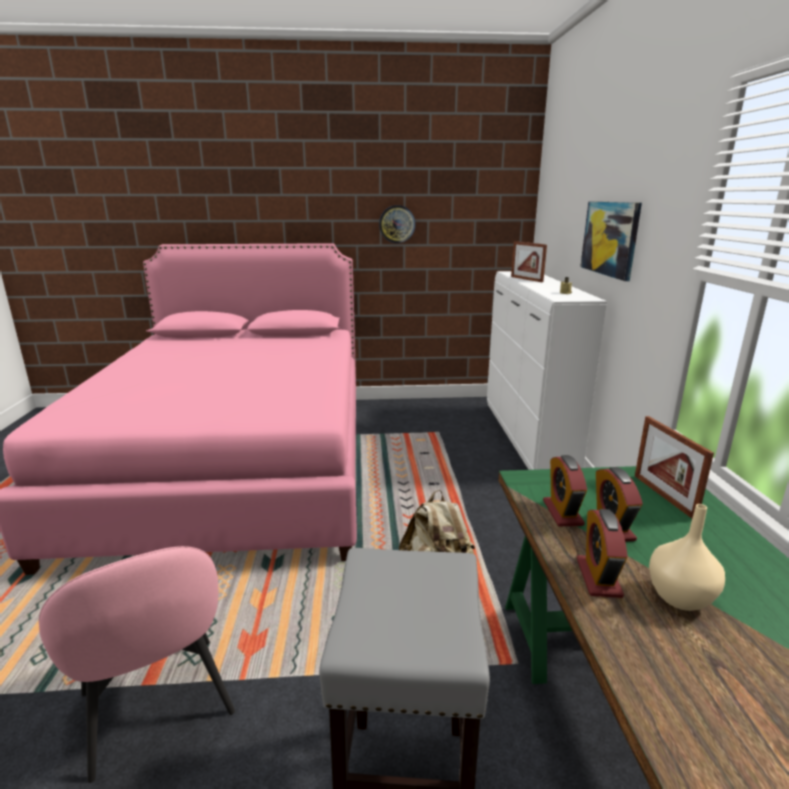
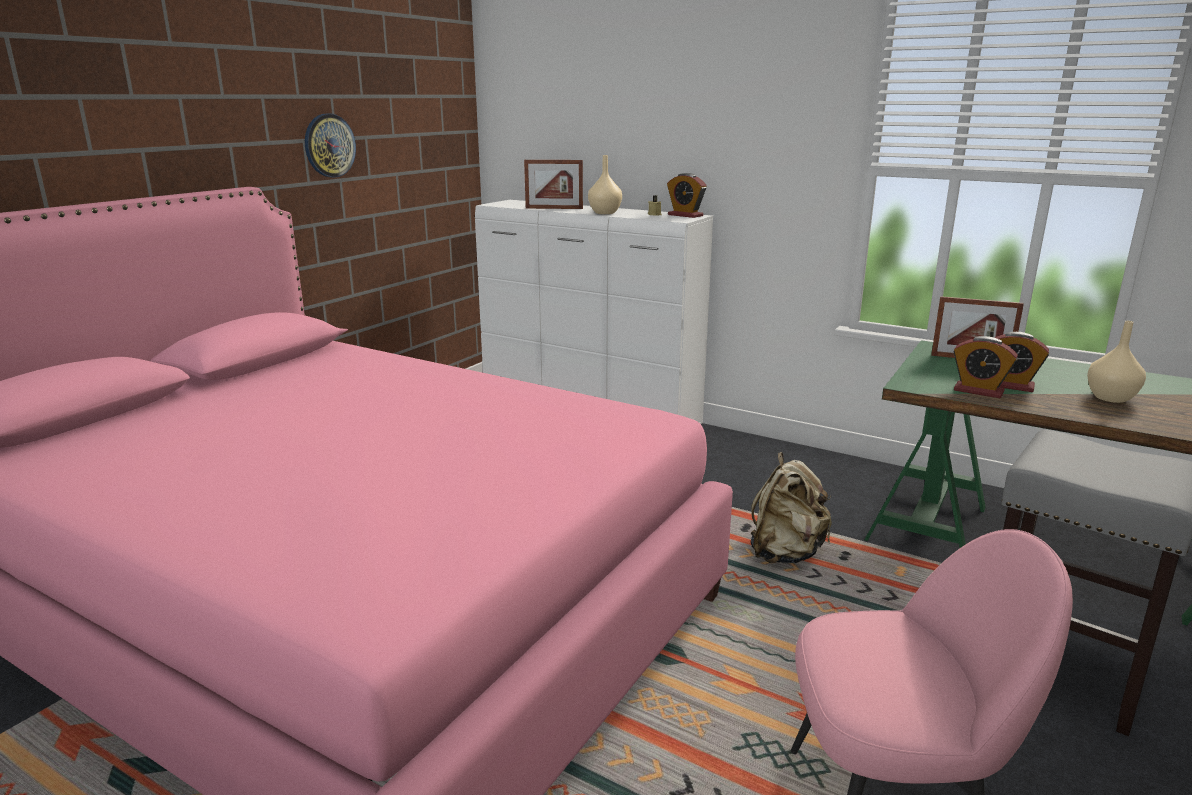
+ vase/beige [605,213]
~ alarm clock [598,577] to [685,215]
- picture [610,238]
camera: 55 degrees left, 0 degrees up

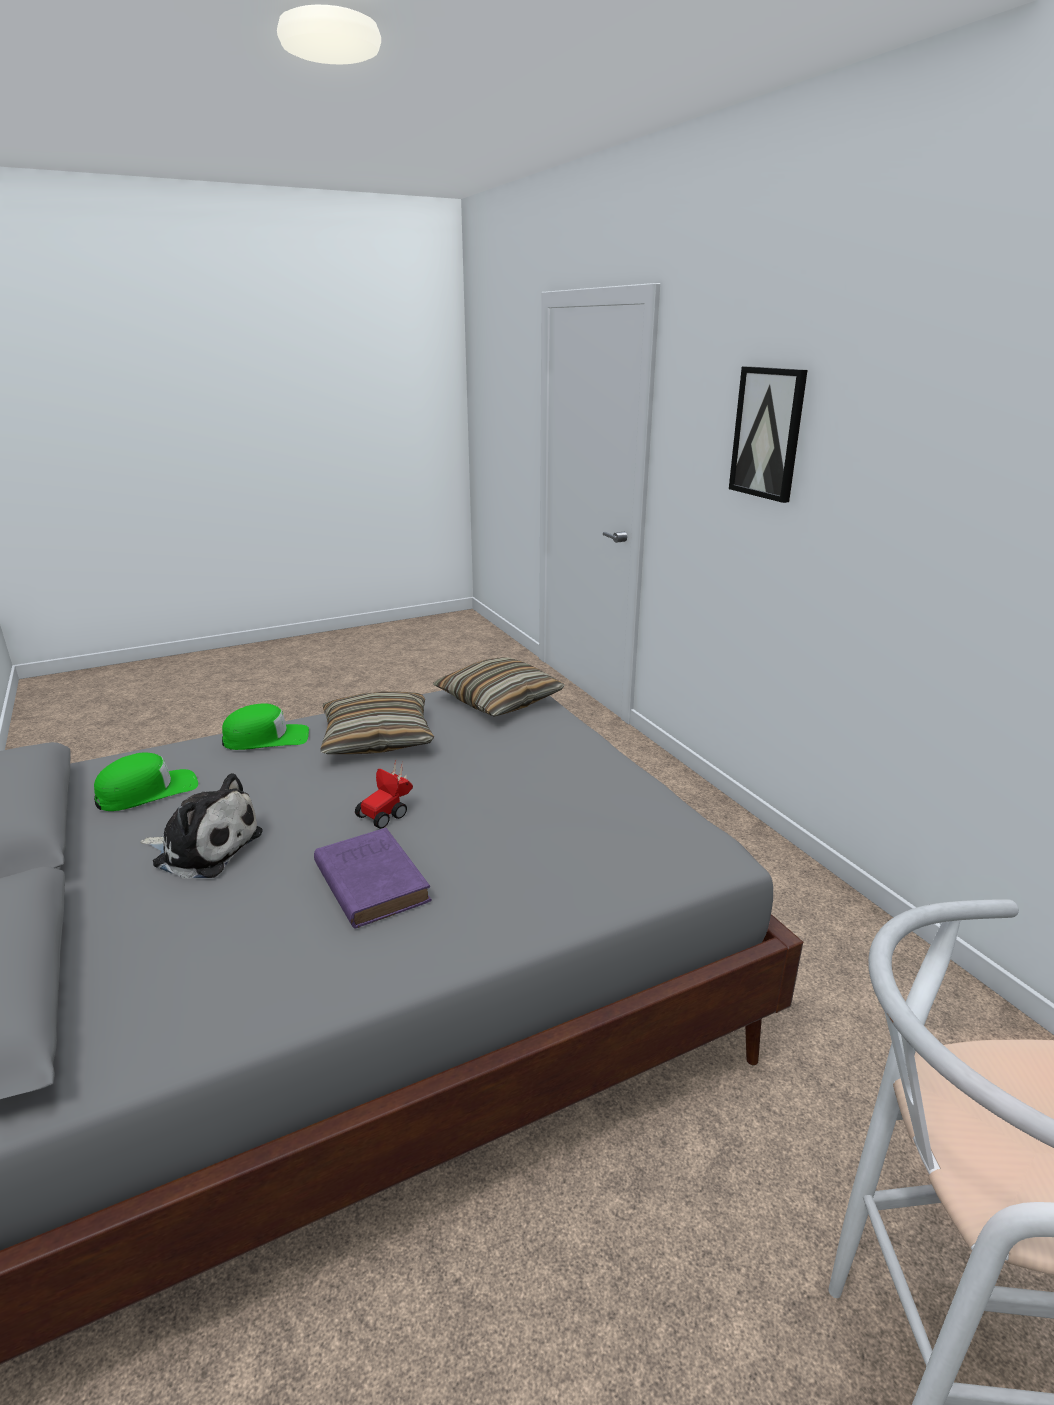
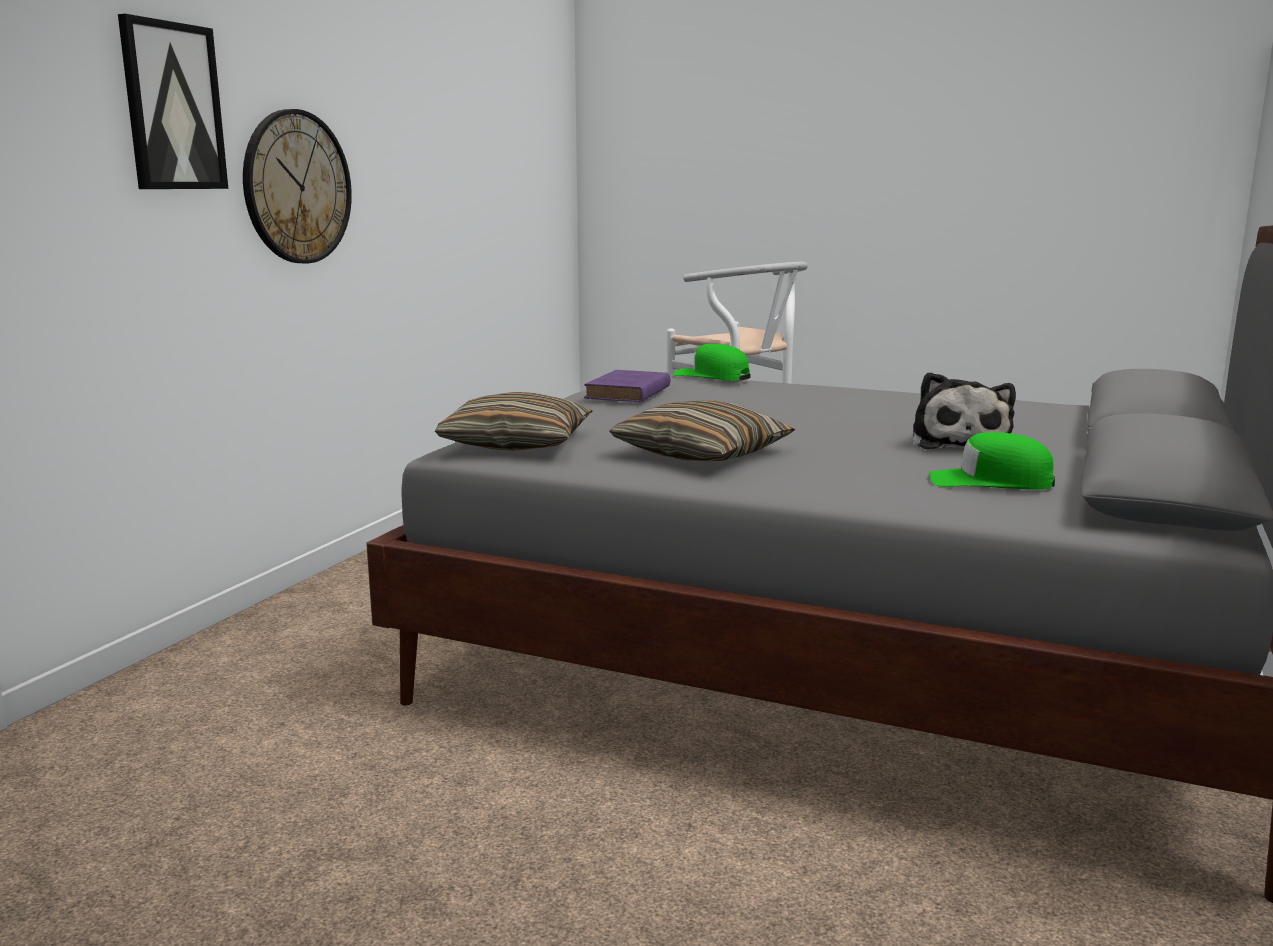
+ wall clock [297,187]
~ book/purple [370,881] to [627,393]
~ cap/green [266,738] to [712,376]
~ plush toy [204,848] = [959,443] 150 degrees counterclockwise
- toy car [388,813]
camera: 130 degrees left, 10 degrees down

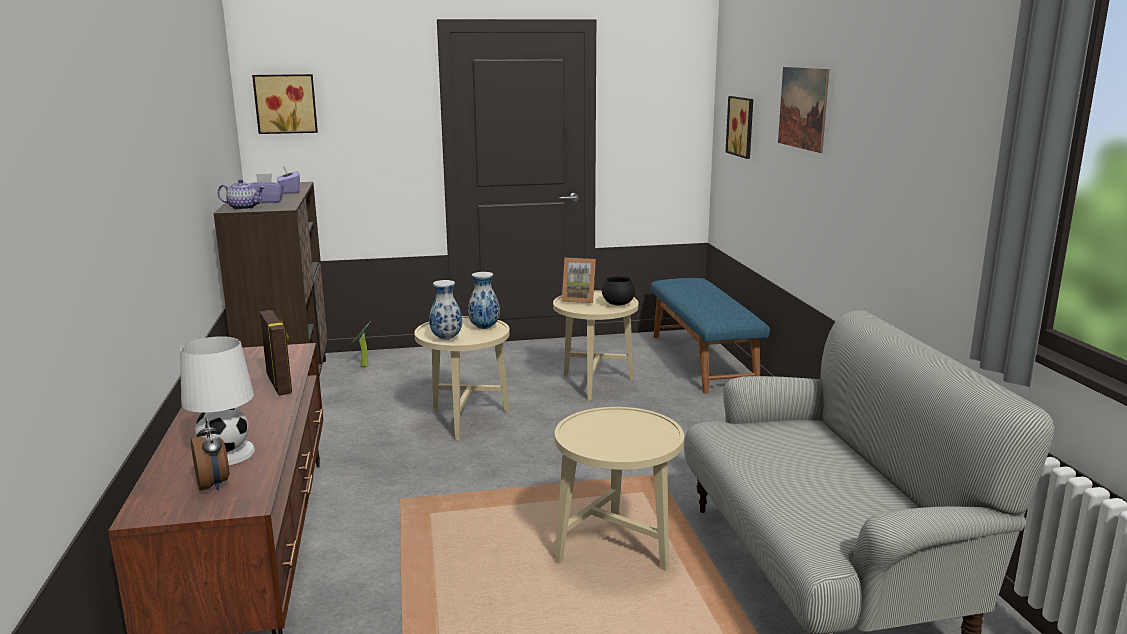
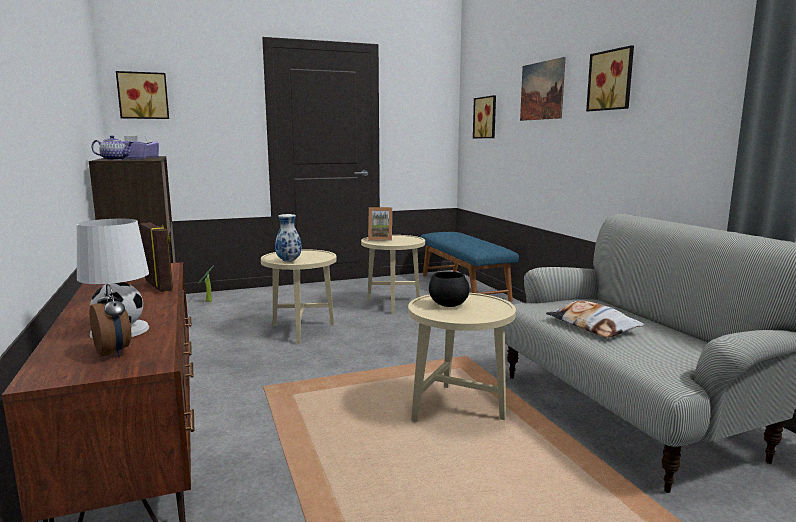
~ bowl/black [618,304] to [449,305]
+ pillow [592,326]
+ picture [612,80]
- vase [484,328]
camera: 10 degrees left, 5 degrees down

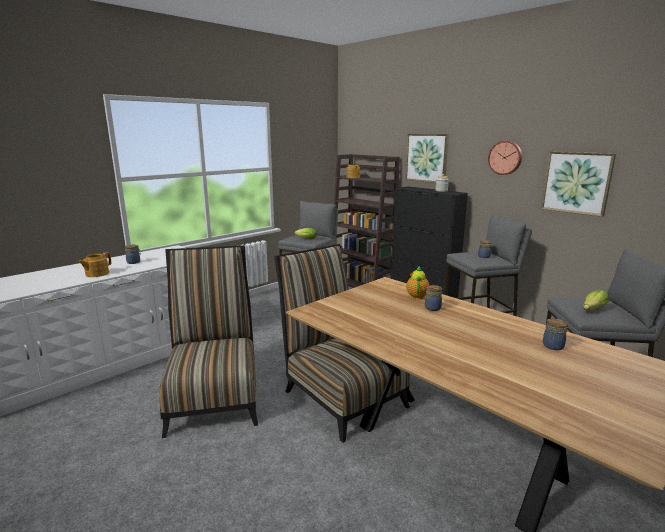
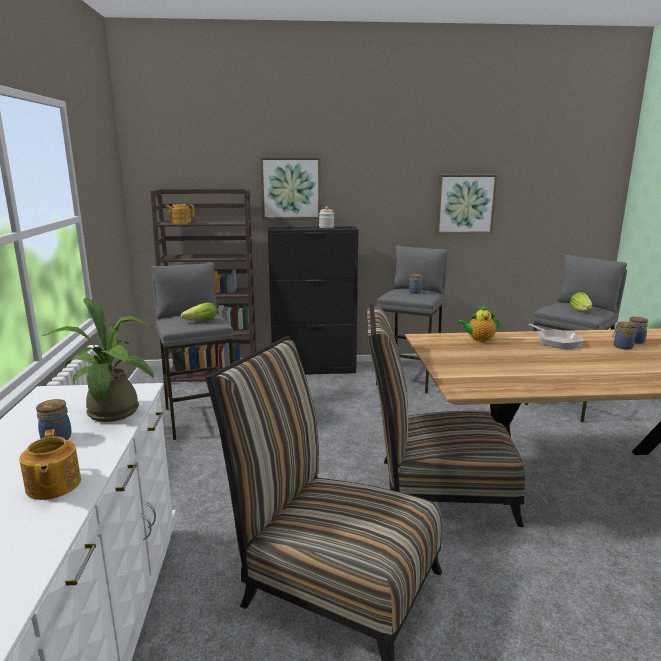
+ potted plant [113,415]
~ teapot [417,296] = [478,340] 60 degrees counterclockwise
+ frying pan [556,341]
~ jar [432,308] to [622,347]
- wall clock [505,157]
camera: 50 degrees left, 0 degrees up

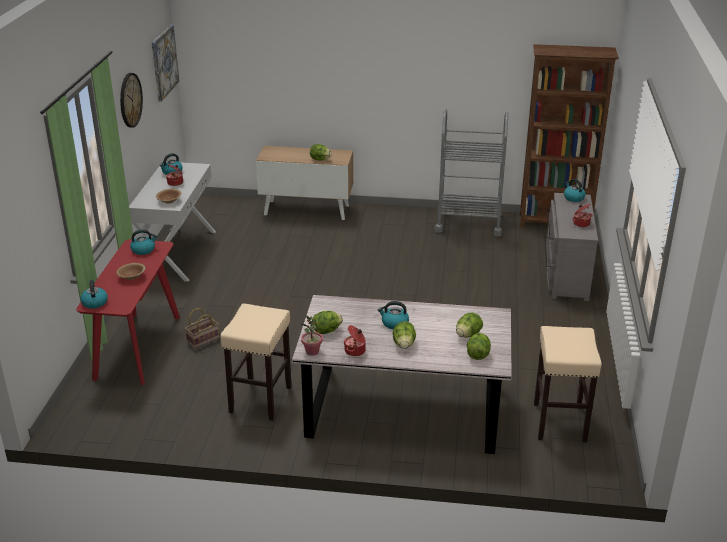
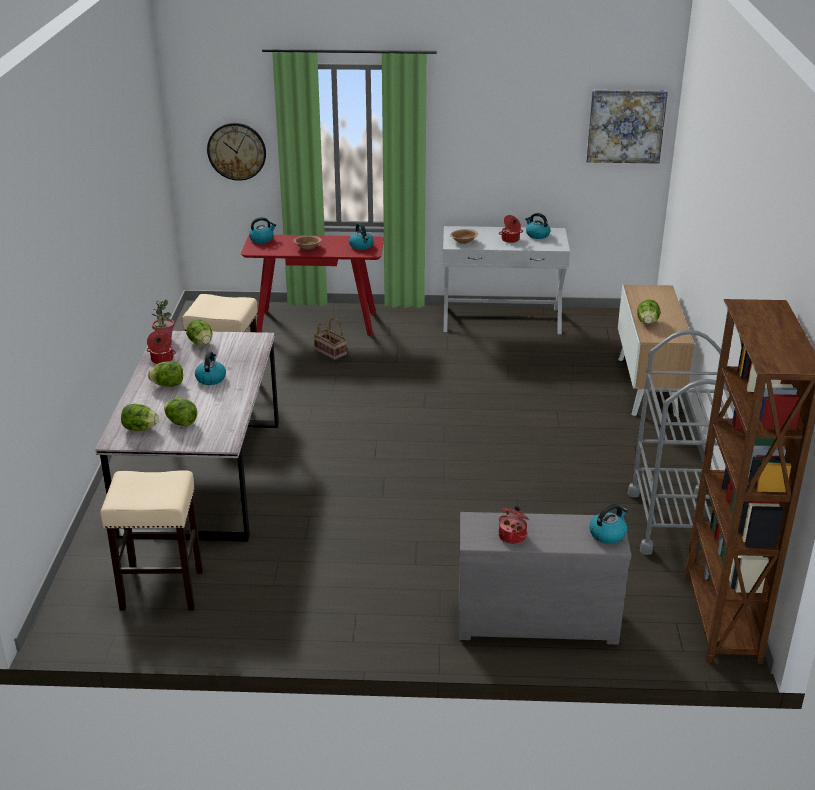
~ wall clock [130,100] to [236,151]
camera: 85 degrees right, 0 degrees up

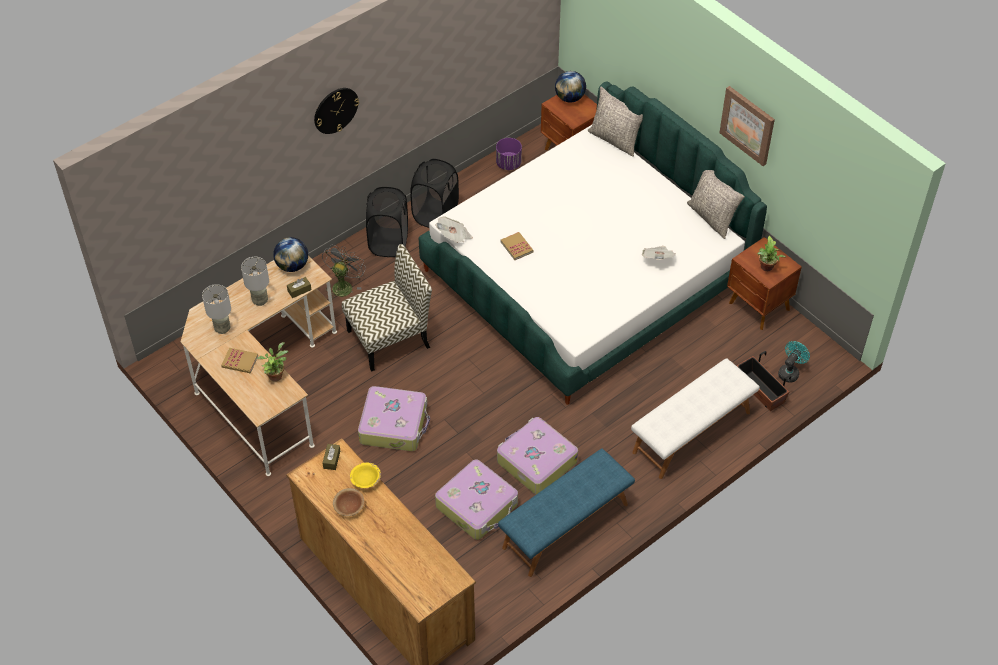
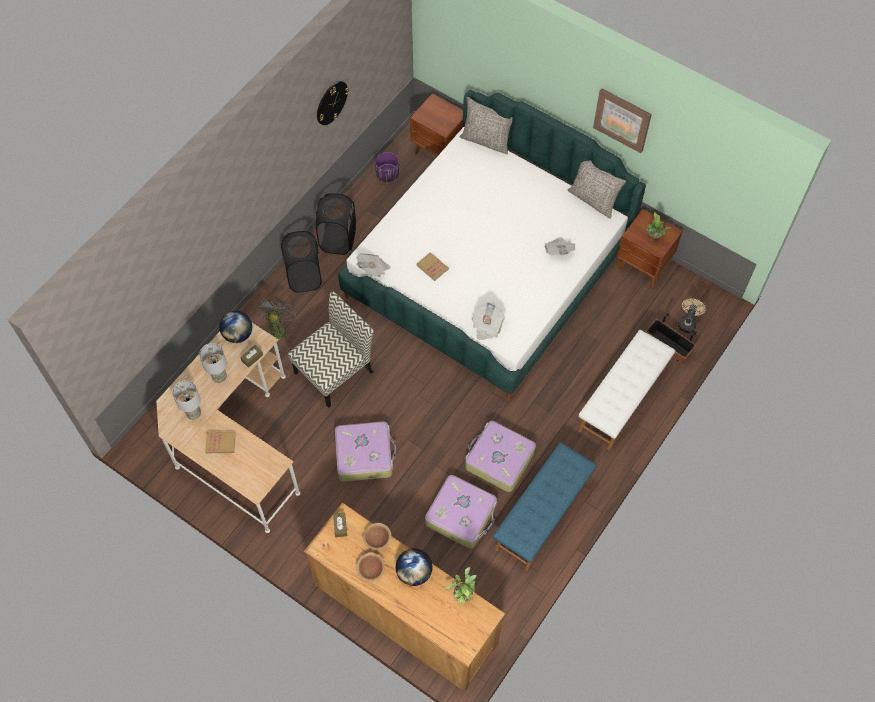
~ wall clock [335,110] to [331,102]
~ bowl/yellow [365,480] to bowl/brown [377,539]
~ globe [570,98] to [414,572]
~ potted plant [276,375] to [462,594]
+ newspaper [487,326]
~ fan/turquoise [790,372] to fan/beige [687,322]
camera: 15 degrees left, 10 degrees up

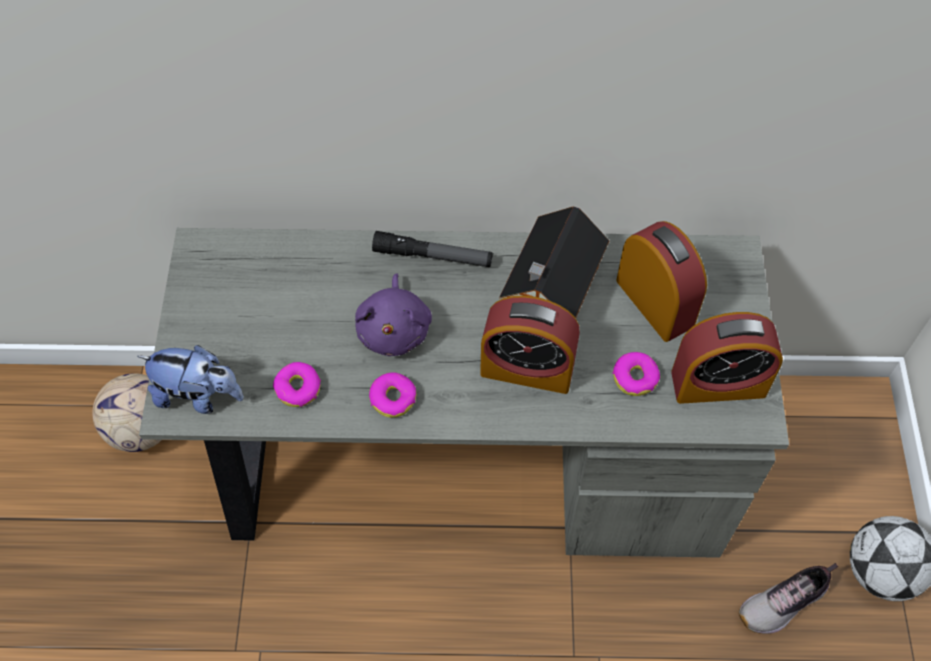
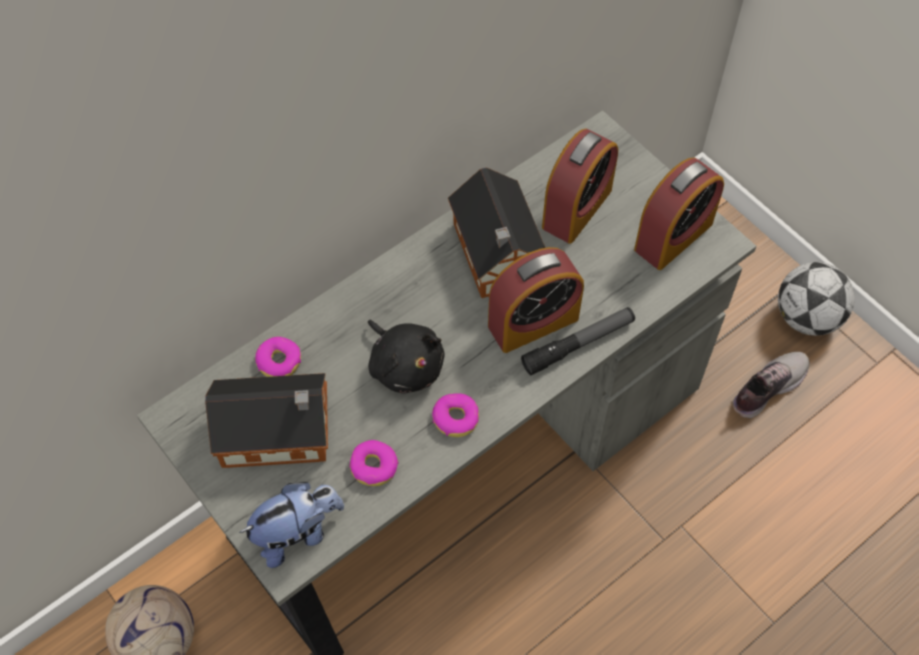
+ toy house [279,434]
~ donut [635,377] to [279,361]
~ plush toy/purple [394,329] to plush toy/black [405,365]
~ flashlight [432,256] to [578,344]
~ alarm clock [655,302] = [577,208] 105 degrees clockwise
~ shoe [783,603] = [766,388] 150 degrees counterclockwise
camera: 40 degrees left, 0 degrees up

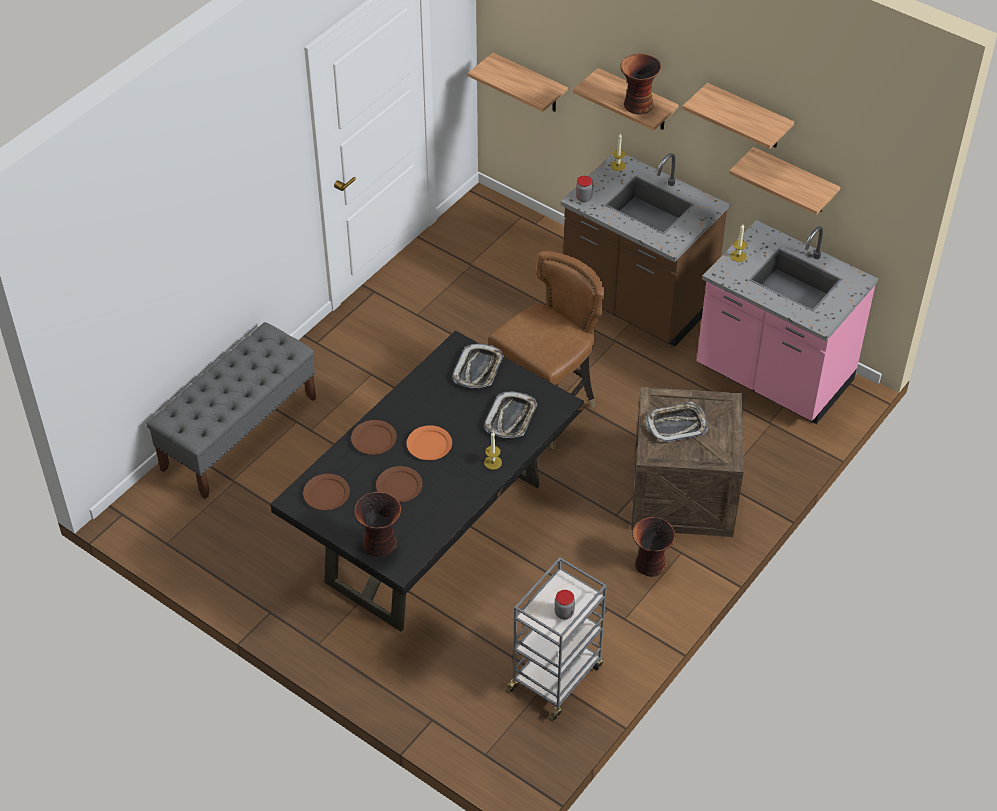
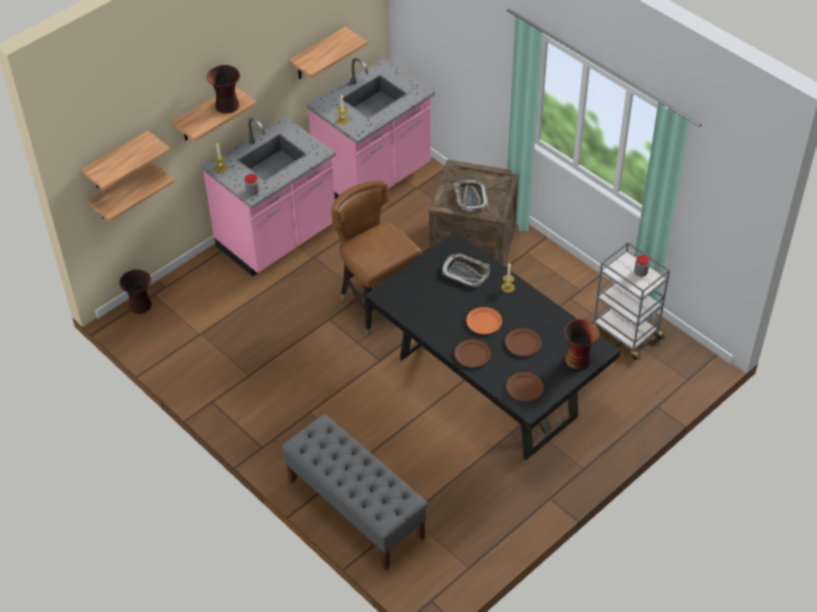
~ shelf [748,117] to [117,161]
~ vase [650,565] to [141,305]
~ counter/brown [636,303] to counter/pink [277,239]
- tray [478,369]
camera: 80 degrees left, 0 degrees up

